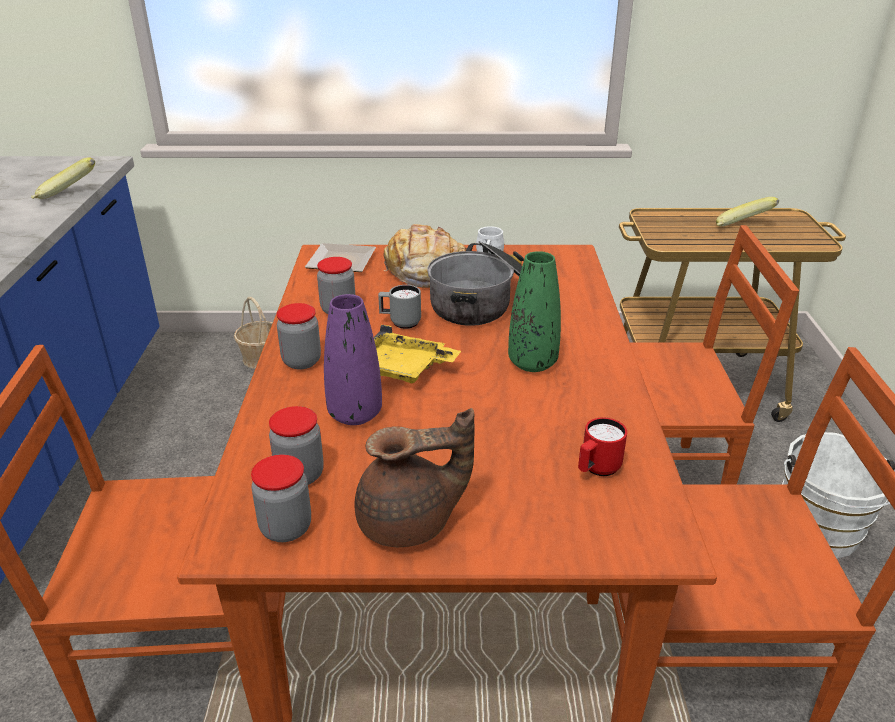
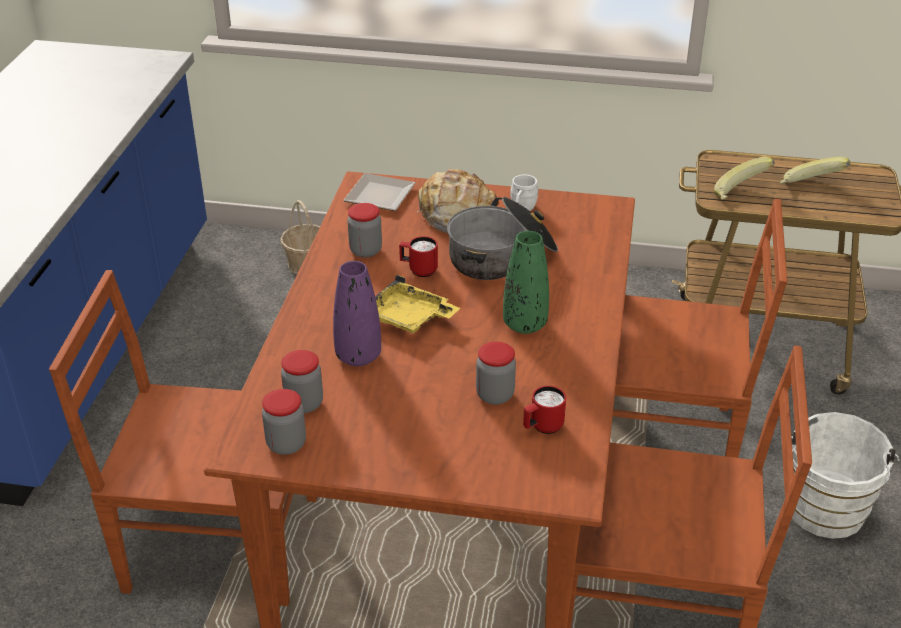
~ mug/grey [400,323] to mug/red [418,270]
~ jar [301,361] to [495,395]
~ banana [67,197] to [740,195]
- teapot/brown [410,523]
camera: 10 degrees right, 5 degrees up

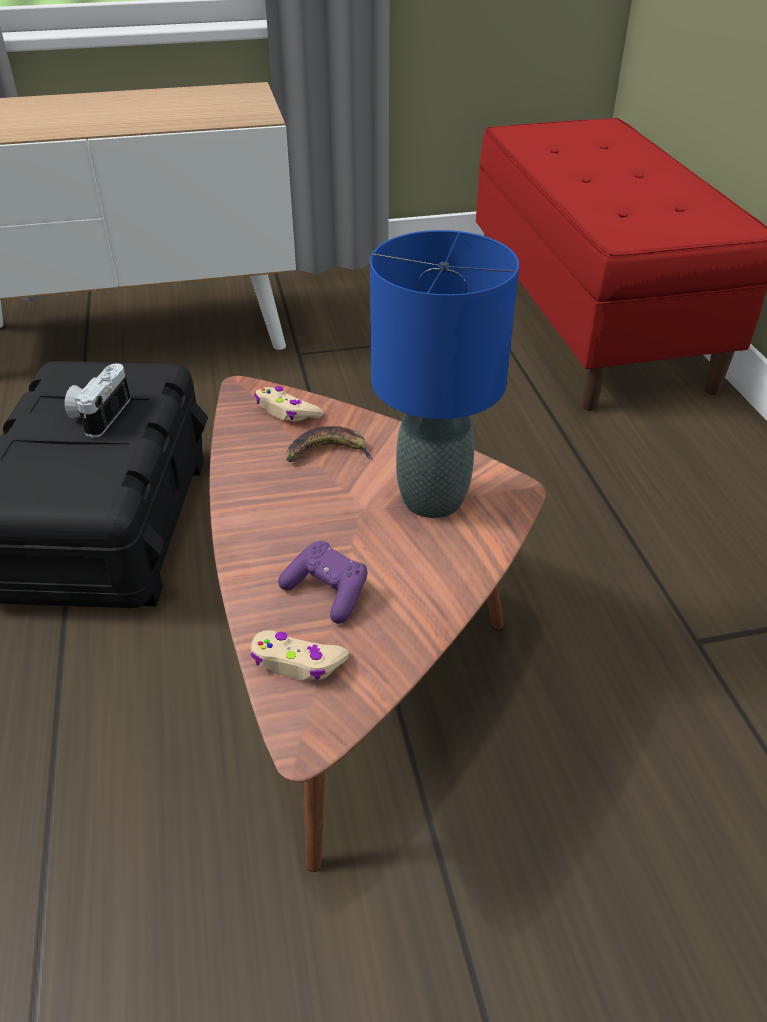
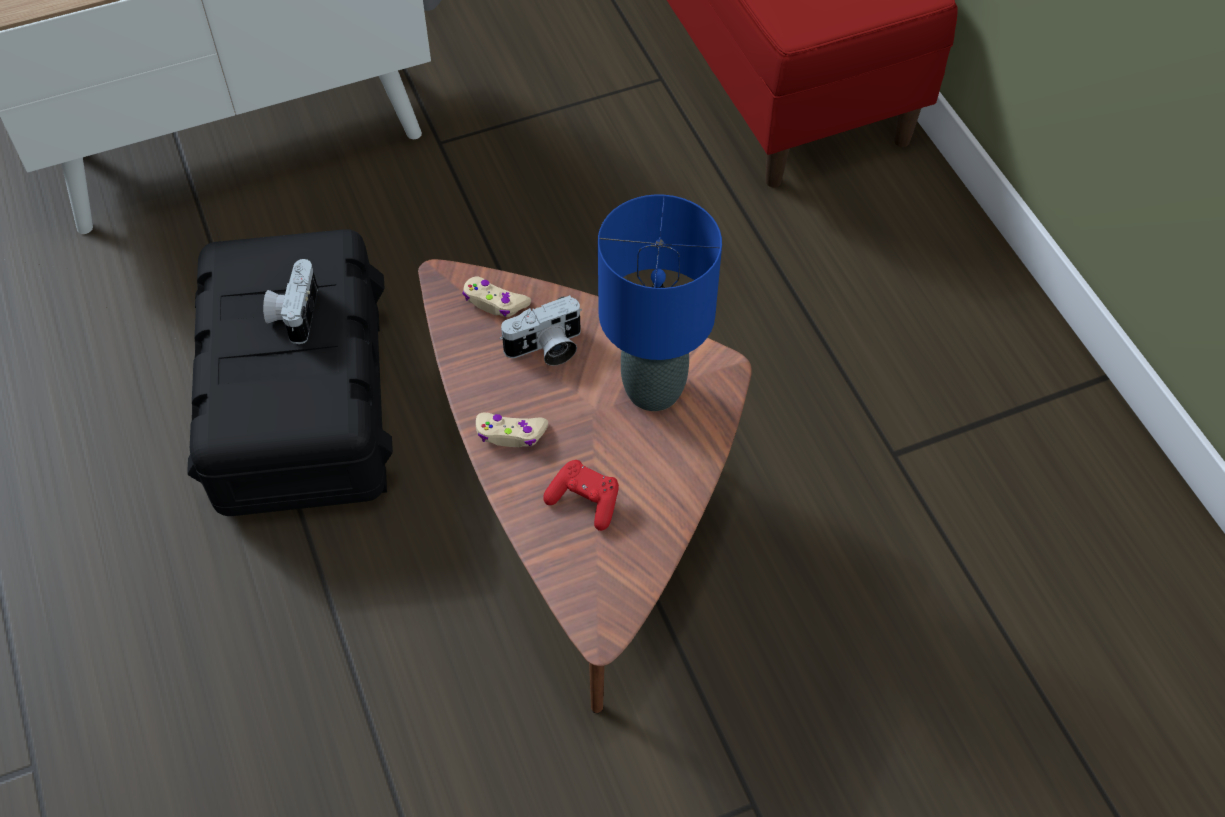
~ game controller/beige [297,662] to [511,434]
~ banana [327,452] to photo camera [546,349]
~ game controller/purple [327,592] to game controller/red [585,500]
camera: 10 degrees left, 15 degrees up

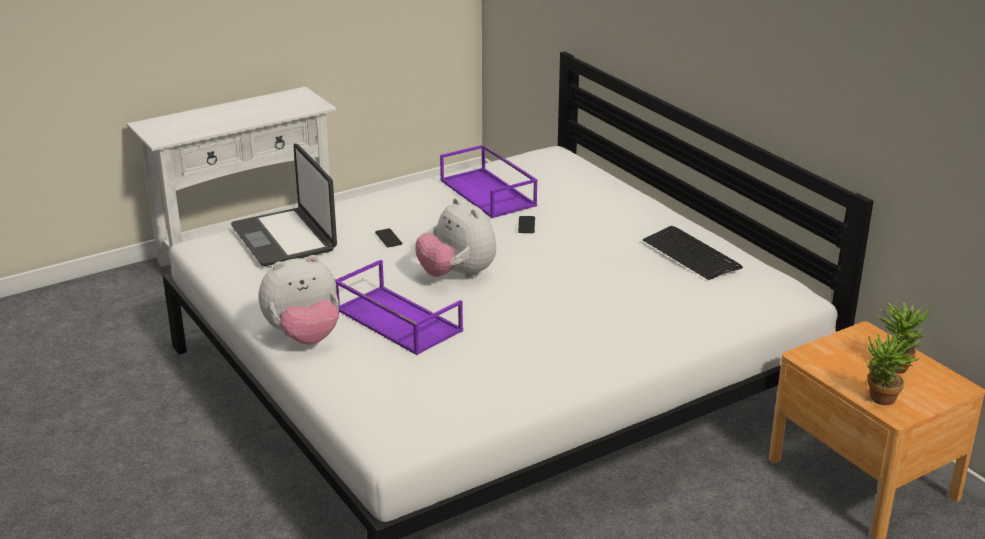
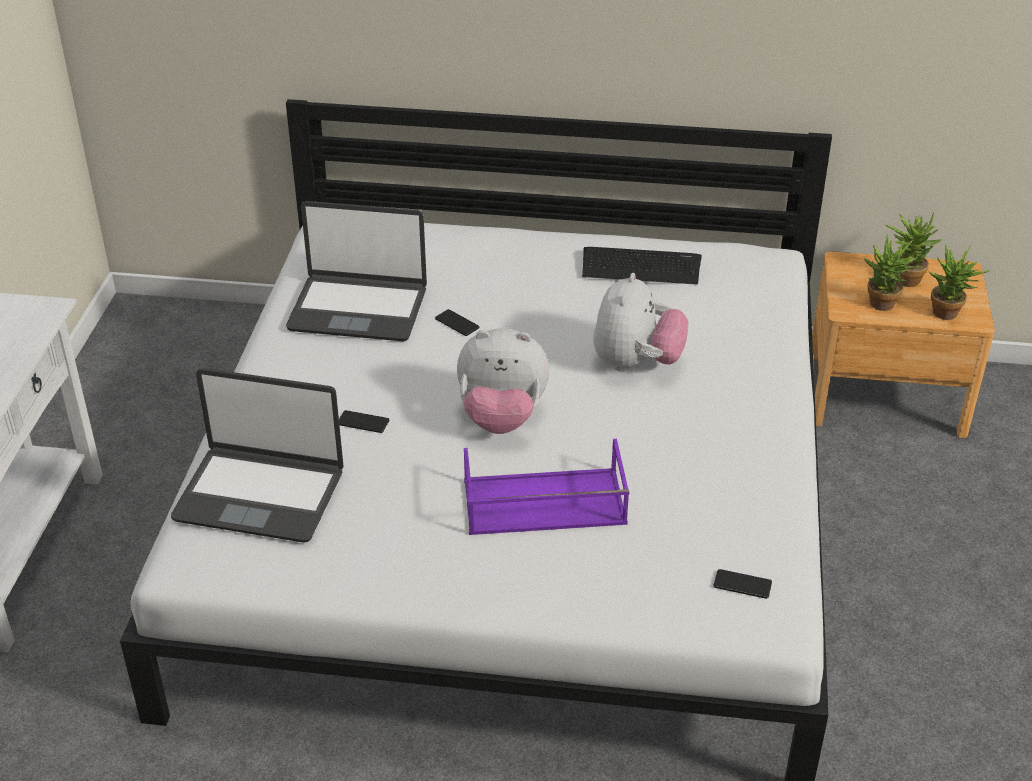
~ tray/purple [489,193] to laptop [358,309]
~ plush toy [304,337] to [636,363]
+ phone [742,584]
+ potted plant [883,307]
camera: 50 degrees left, 10 degrees up

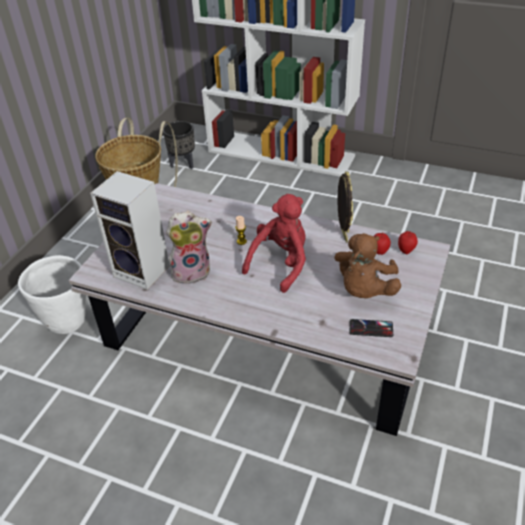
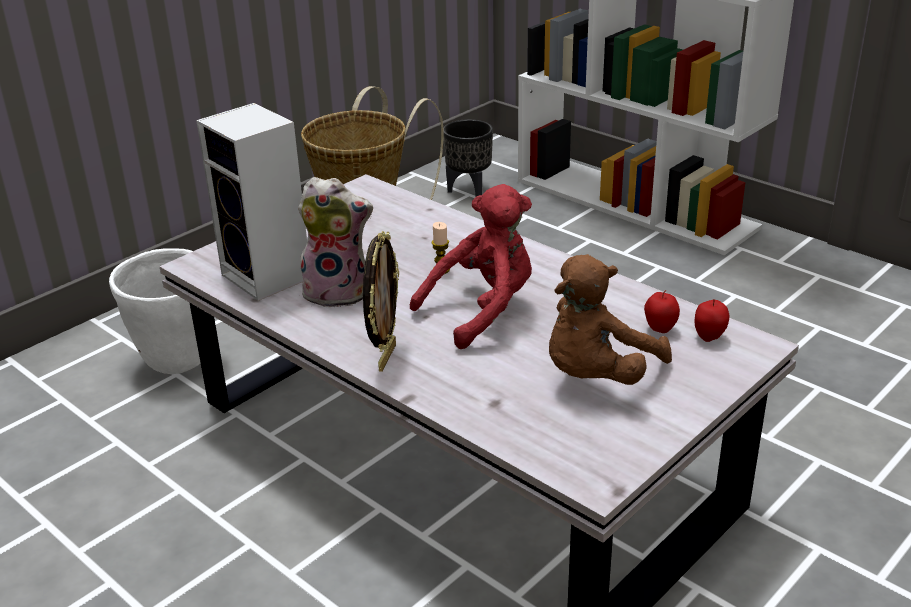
~ picture frame [342,234] to [385,357]
- phone [371,328]
camera: 20 degrees right, 10 degrees down

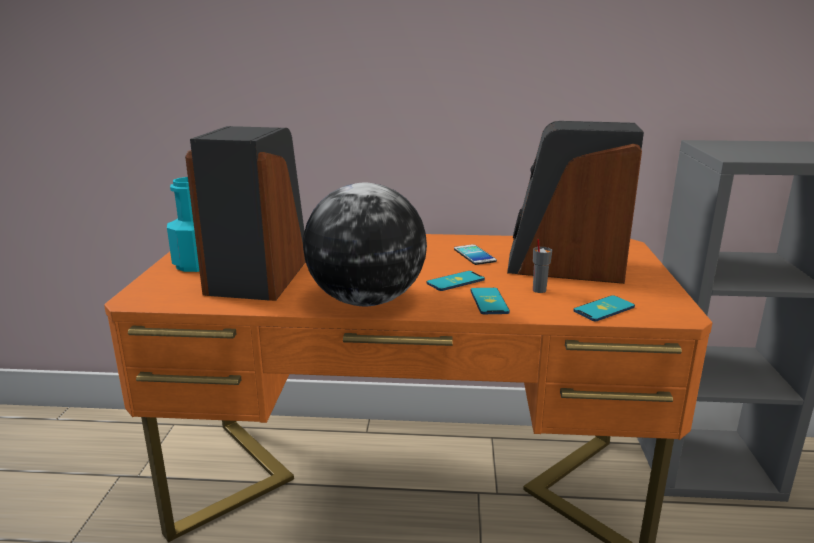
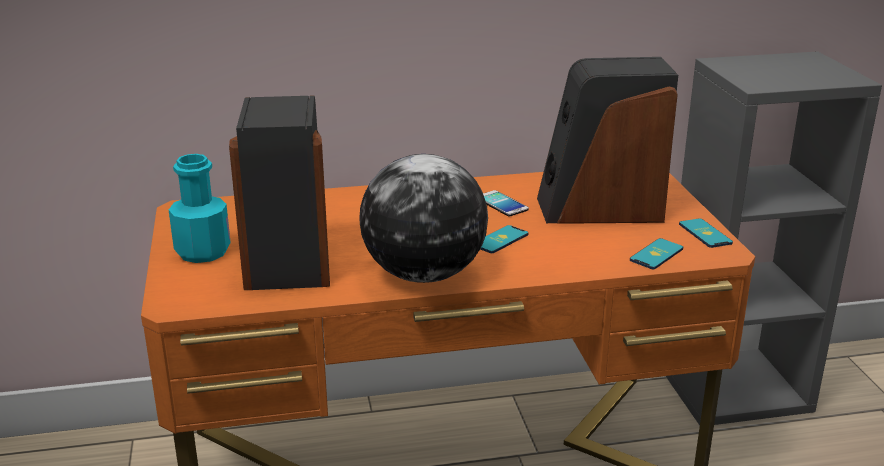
~ phone [489,301] to [705,234]
- cup/grey [538,290]
camera: 15 degrees left, 5 degrees up

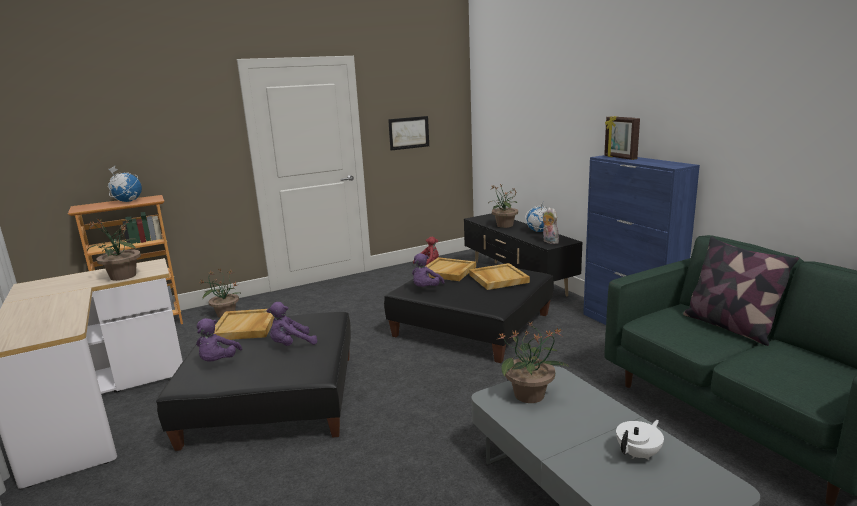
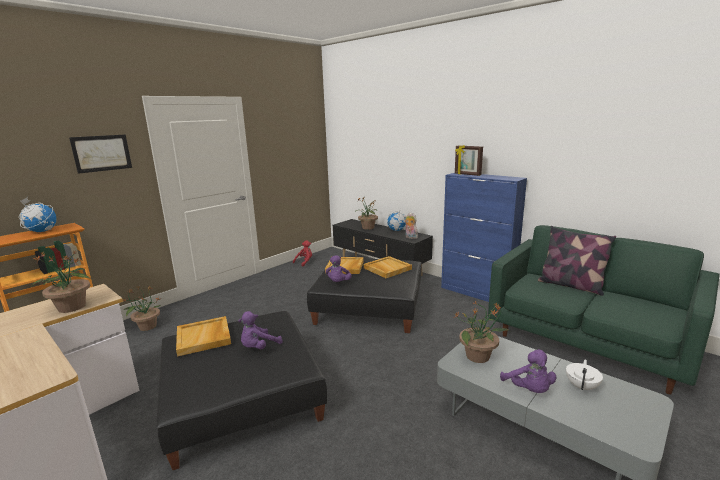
~ picture [409,133] to [102,153]
~ plush toy/purple [218,361] to [529,390]
camera: 20 degrees left, 0 degrees up

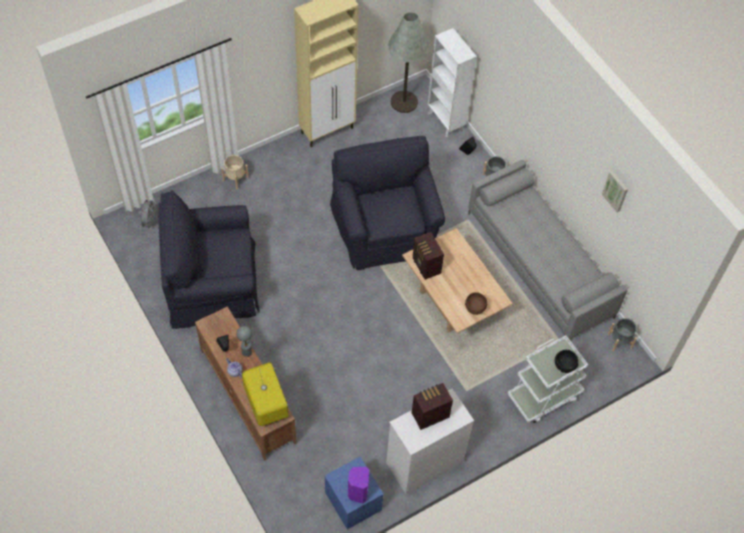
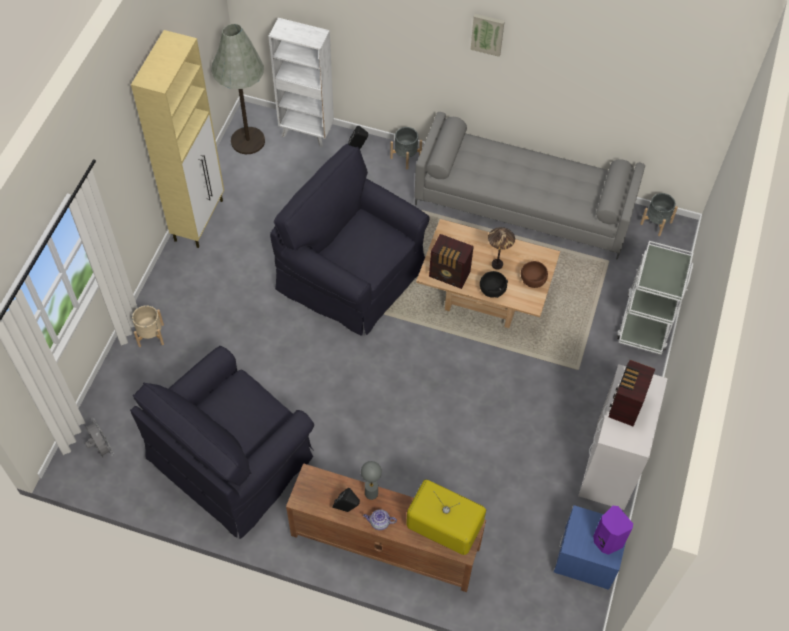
~ picture [616,191] to [487,33]
~ bowl/black [564,365] to [492,290]
+ table lamp [497,265]
camera: 40 degrees left, 0 degrees up

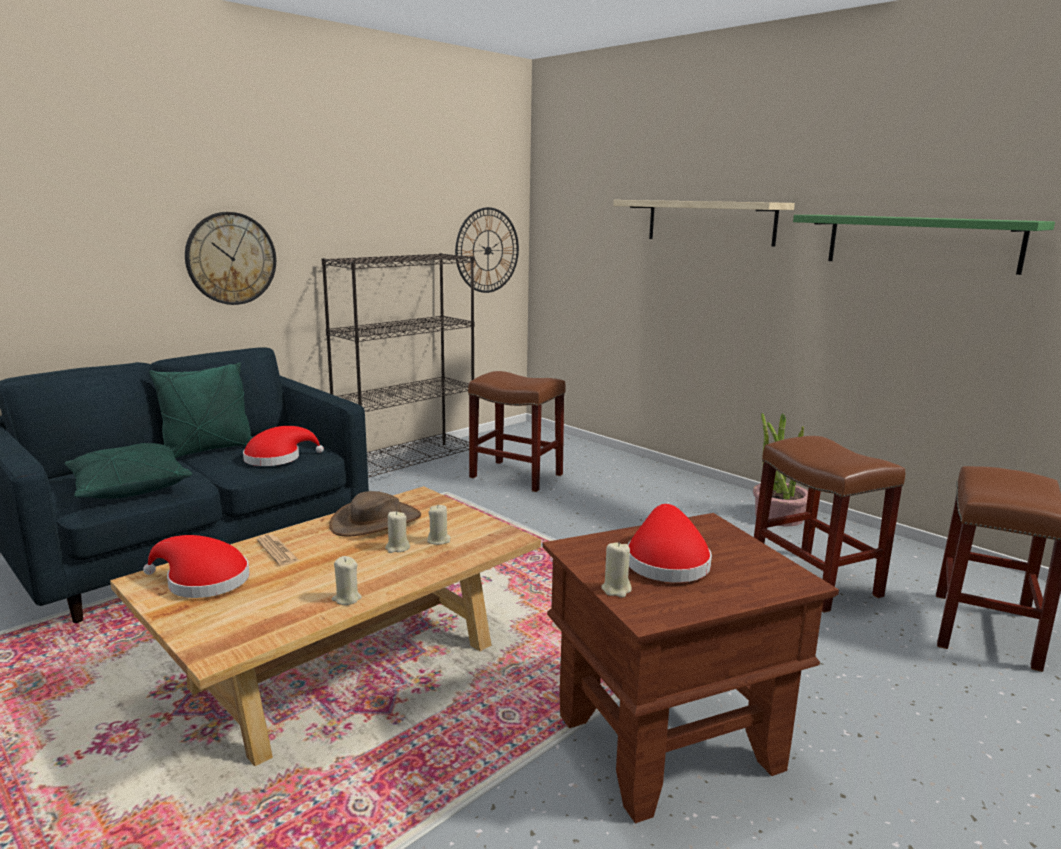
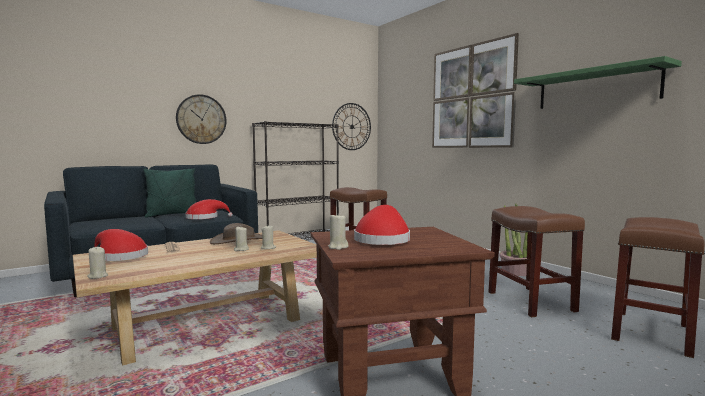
~ candle/beige [346,599] to [97,276]
~ shelf [710,222] to picture [471,97]
- pillow/green [129,487]
camera: 10 degrees right, 10 degrees down

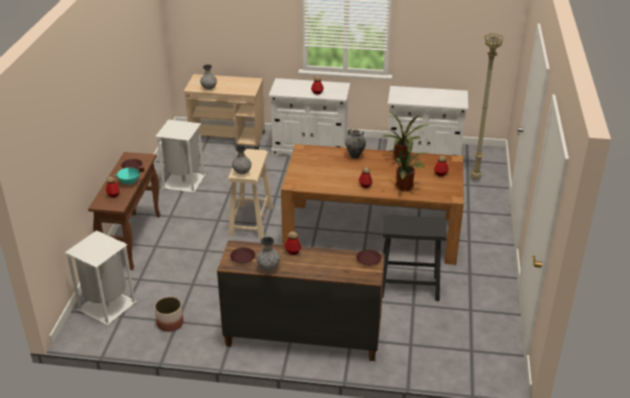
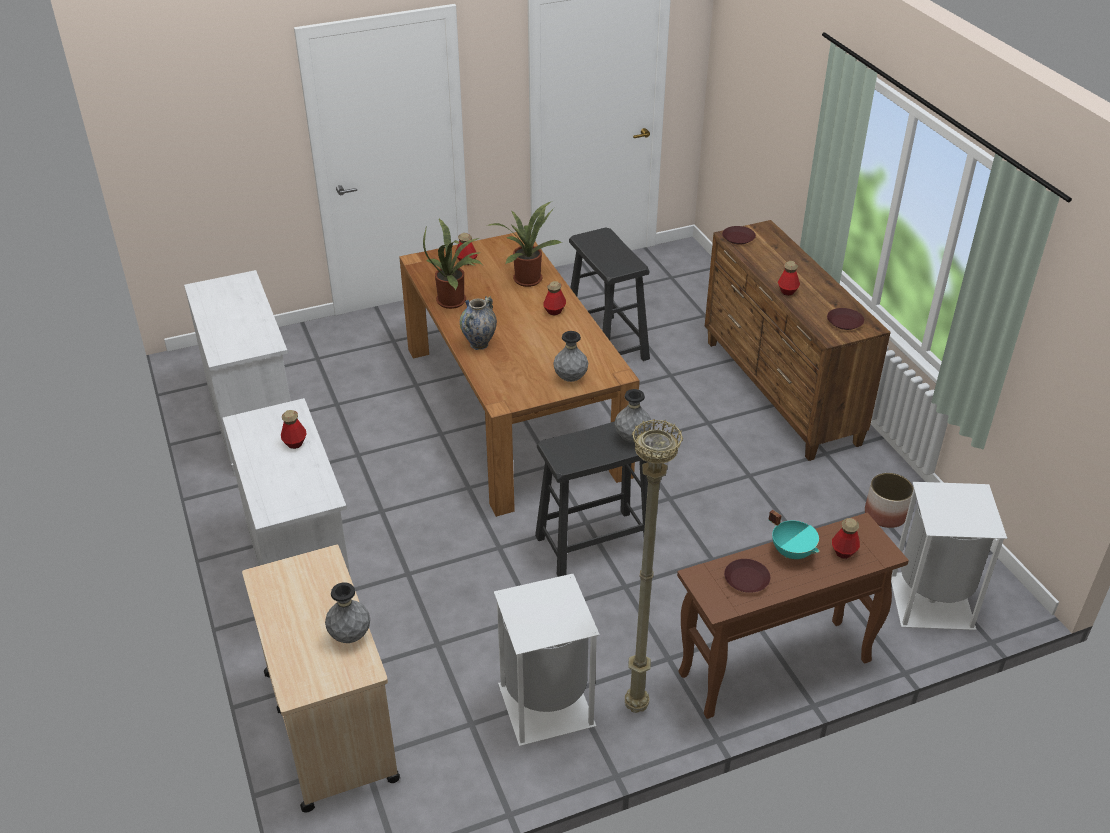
~ stool/beige [251,221] to stool/black [593,544]
~ vase/grey [268,268] to [570,378]
~ floor lamp/beige [475,179] to [638,706]
camera: 120 degrees left, 5 degrees up

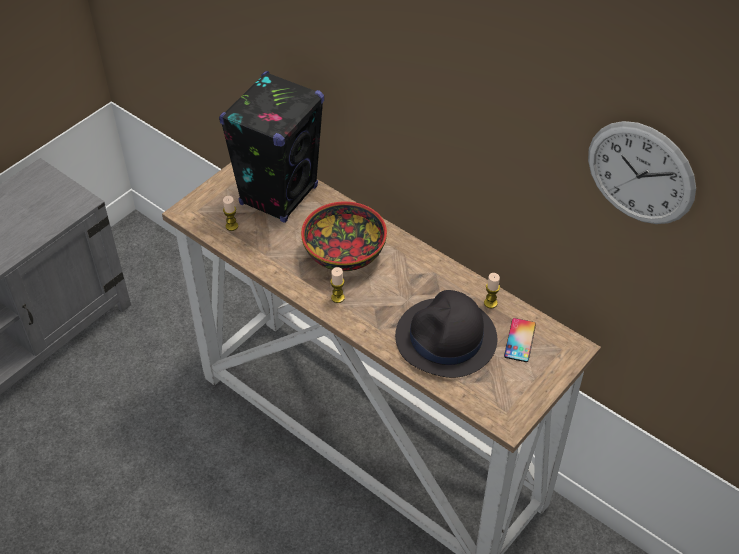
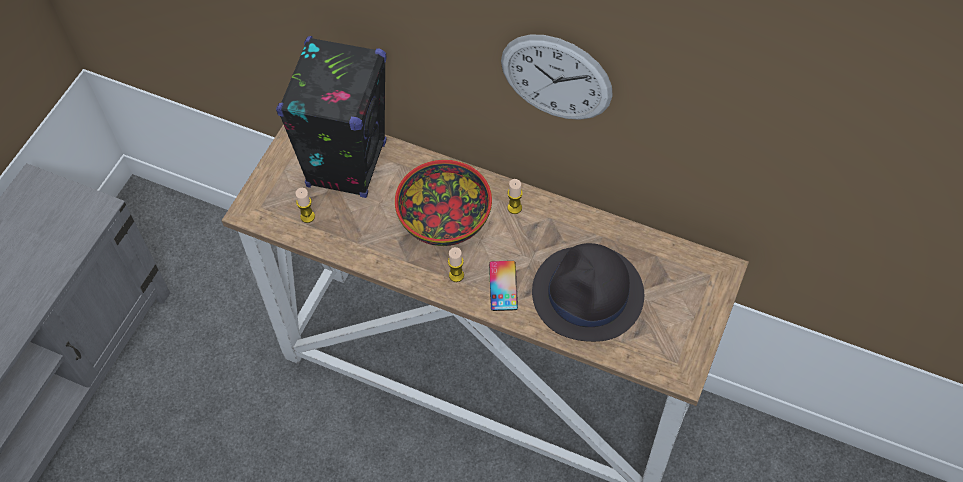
~ phone [520,340] to [503,286]
~ wall clock [640,173] to [556,77]
~ candle [490,303] to [514,208]
camera: 15 degrees left, 10 degrees up

